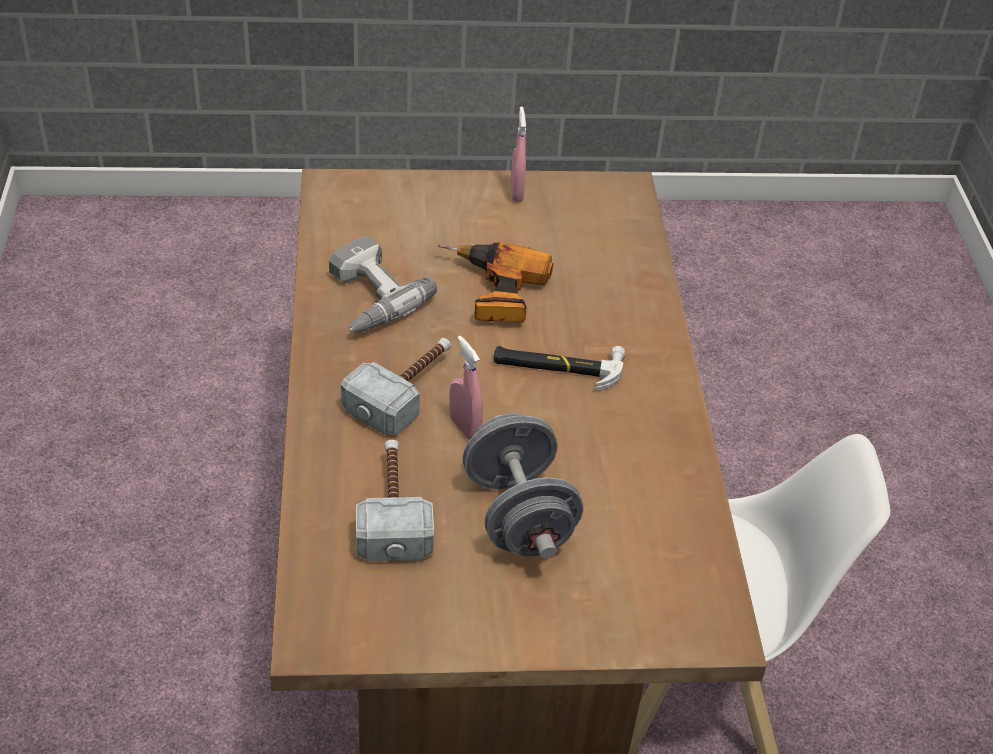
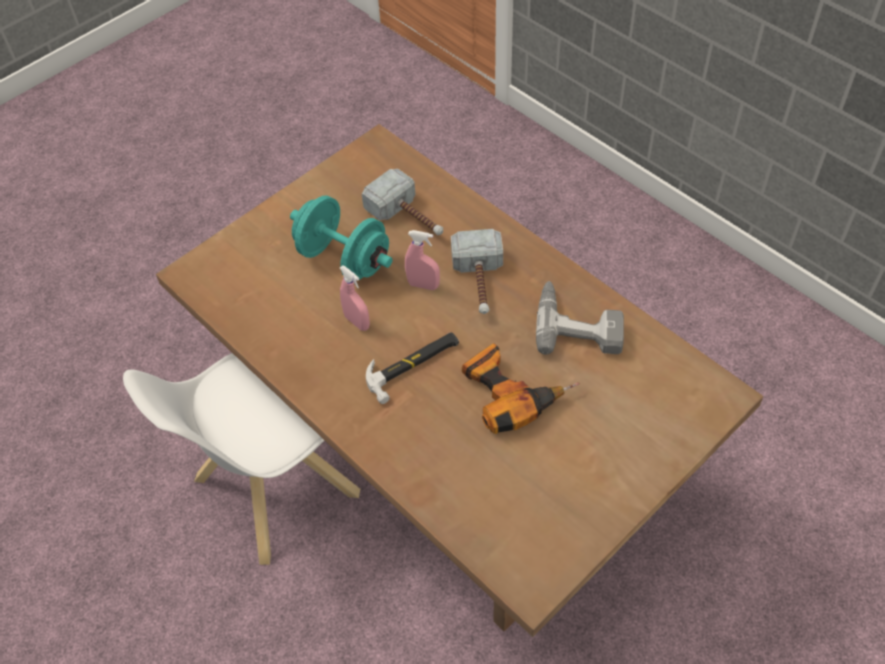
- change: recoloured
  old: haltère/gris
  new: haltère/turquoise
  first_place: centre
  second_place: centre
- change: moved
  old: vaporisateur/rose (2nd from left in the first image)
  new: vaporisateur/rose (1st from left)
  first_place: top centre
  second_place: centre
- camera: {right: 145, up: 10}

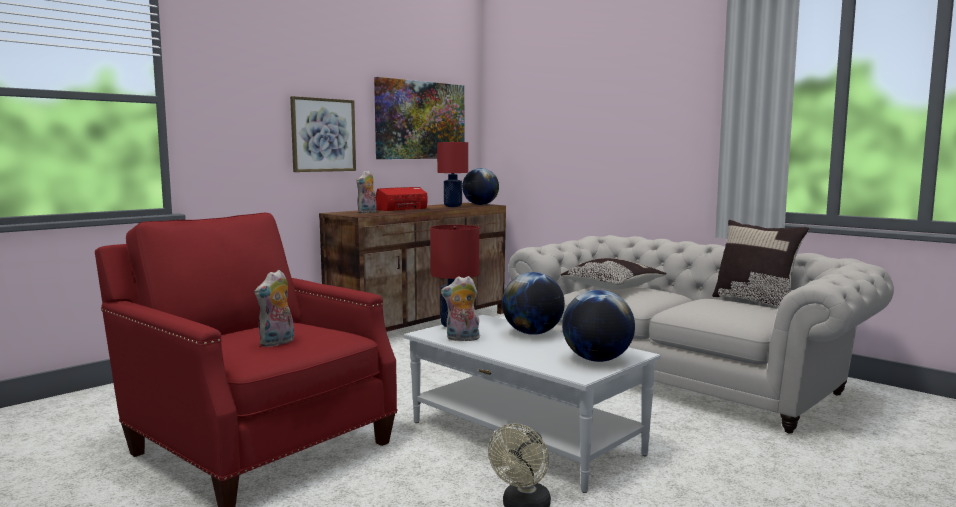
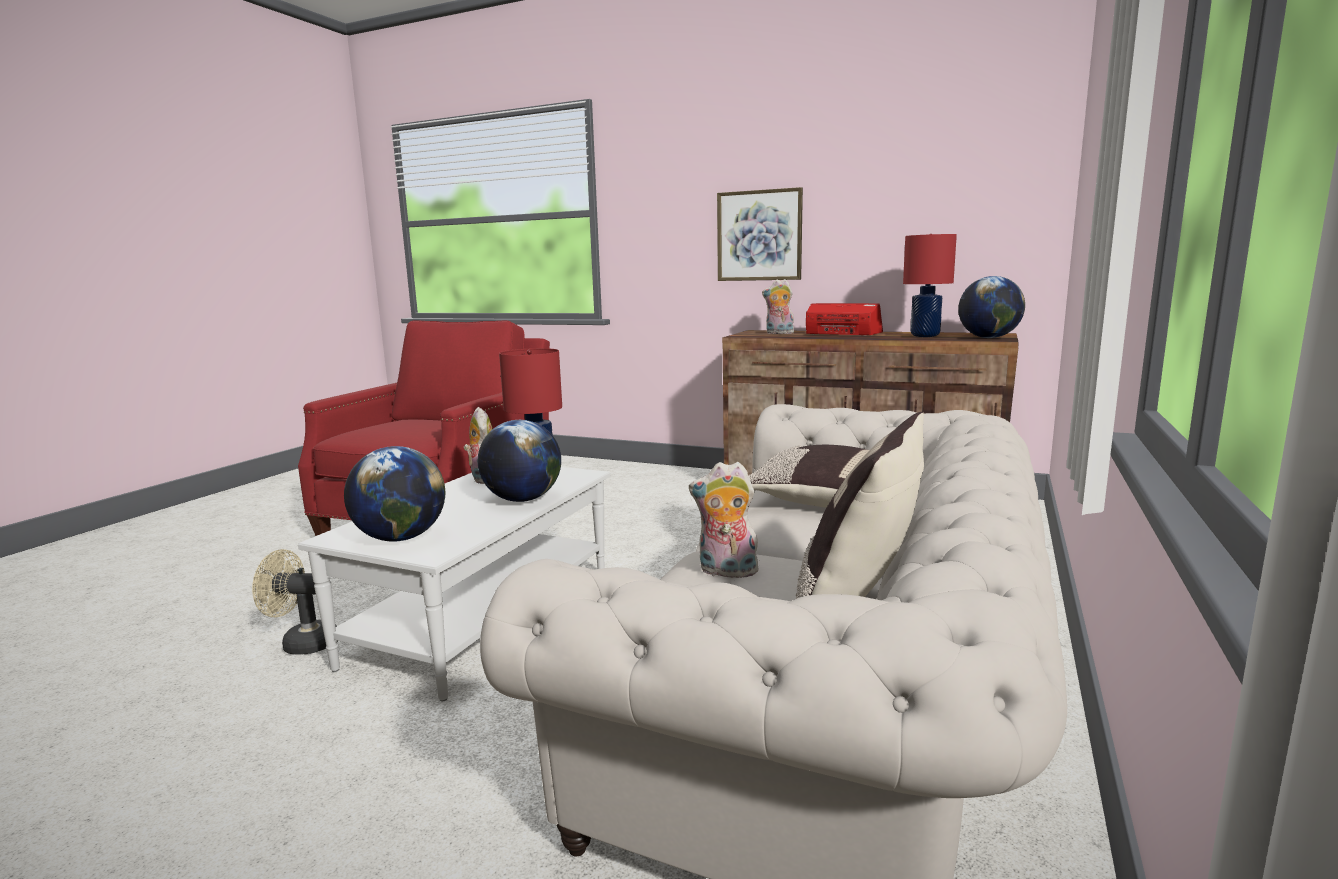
- change: moved
  old: peluche (1st from left in the first image)
  new: peluche (2nd from left)
  first_place: middle left
  second_place: centre
- change: removed
  old: tableau (2nd from left)
  first_place: top centre
- camera: {right: 70, up: 5}

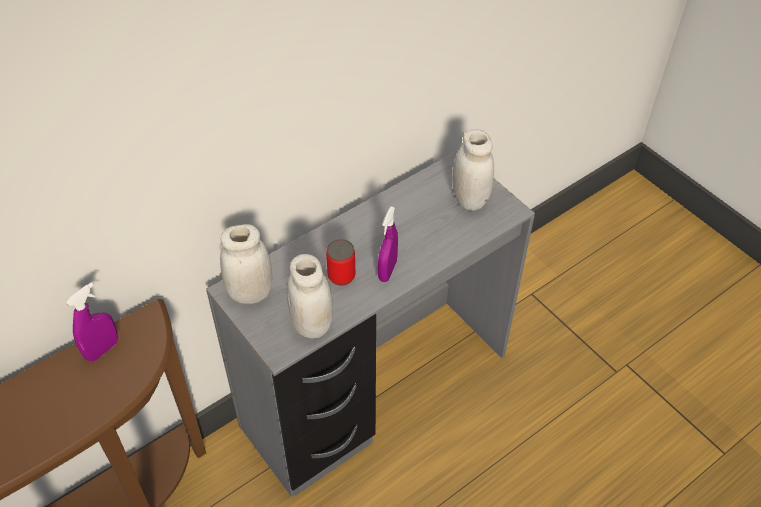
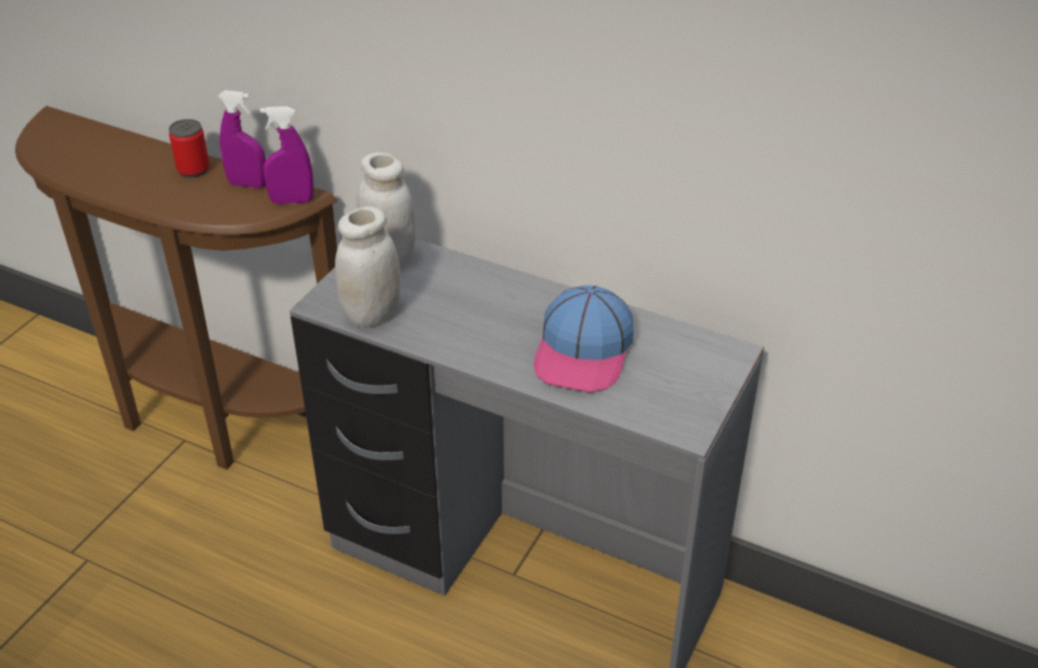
- change: moved
  old: boîte métallique
  first_place: centre
  second_place: top left
- change: moved
  old: vaporisateur/violet (2nd from left)
  first_place: centre
  second_place: top left
- change: removed
  old: bocal/blanc (3rd from left)
  first_place: centre
- change: added
  new: casquette
  second_place: centre
- camera: {right: 65, up: -10}

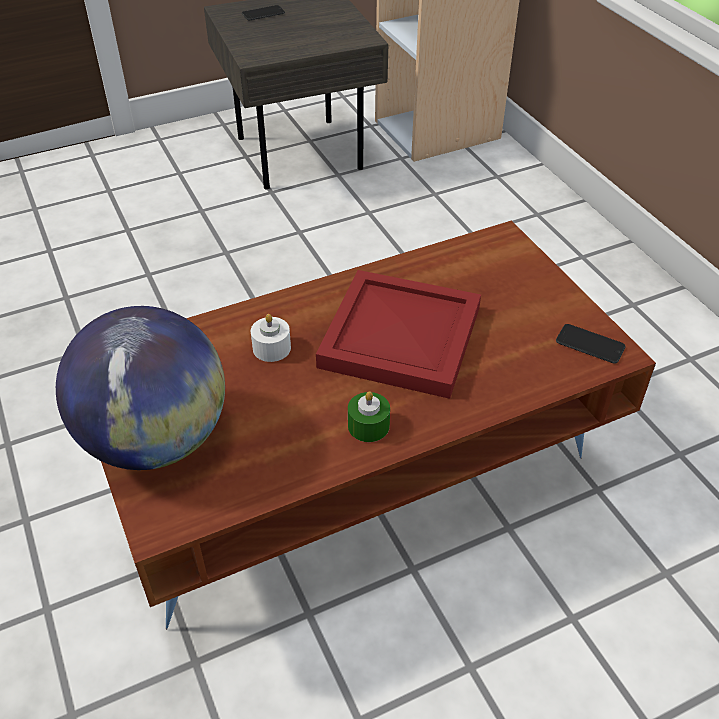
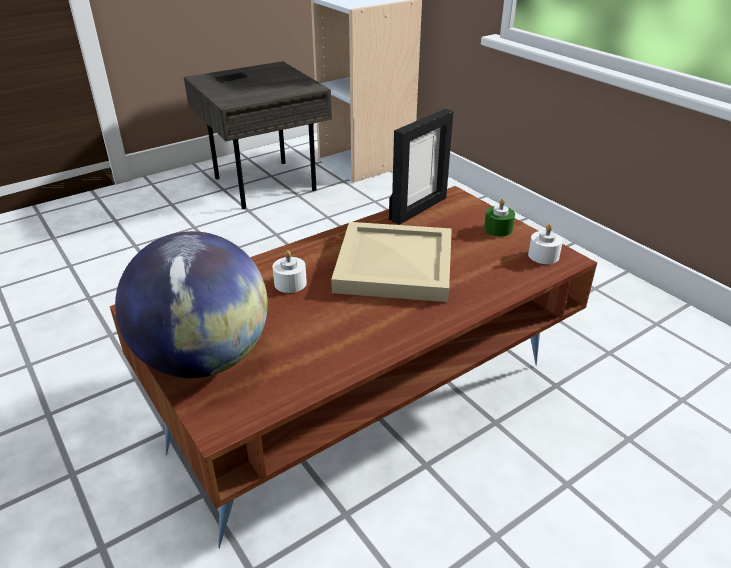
- change: recoloured
  old: plateau/rouge
  new: plateau/beige
  first_place: centre
  second_place: centre
- change: moved
  old: bougie/vert
  first_place: centre
  second_place: middle right
- change: replaced
  old: téléphone (2nd from left)
  new: bougie/blanc (2nd from left)
  first_place: middle right
  second_place: middle right
- change: added
  new: cadre photo
  second_place: top centre
- camera: {right: -10, up: -10}

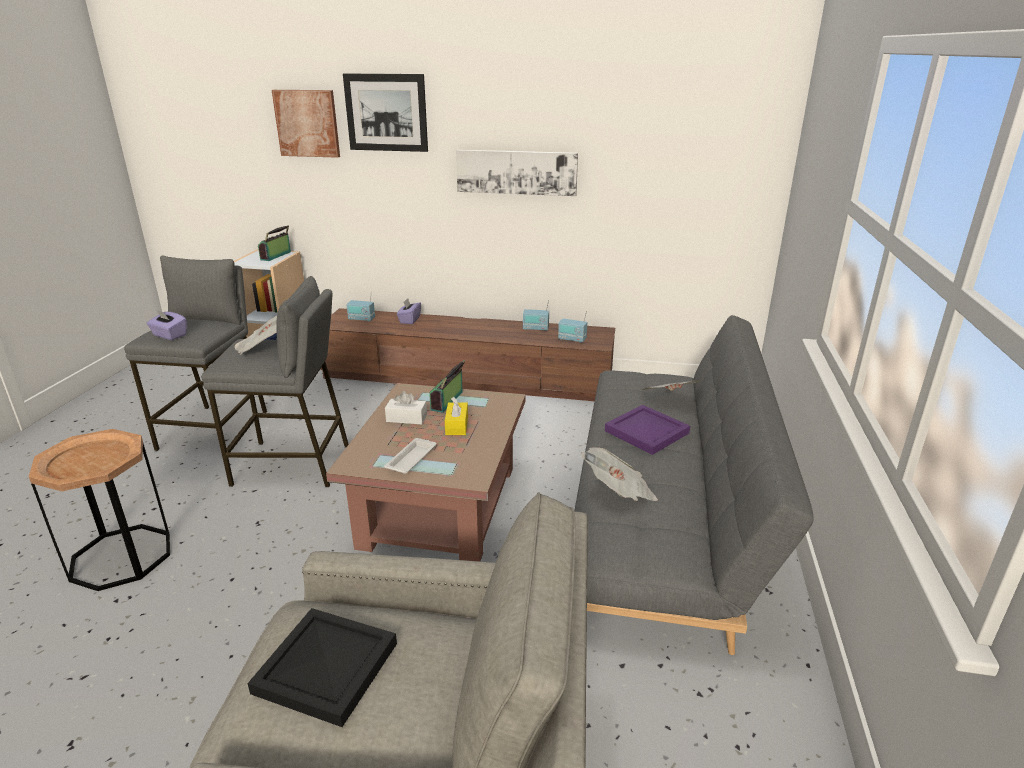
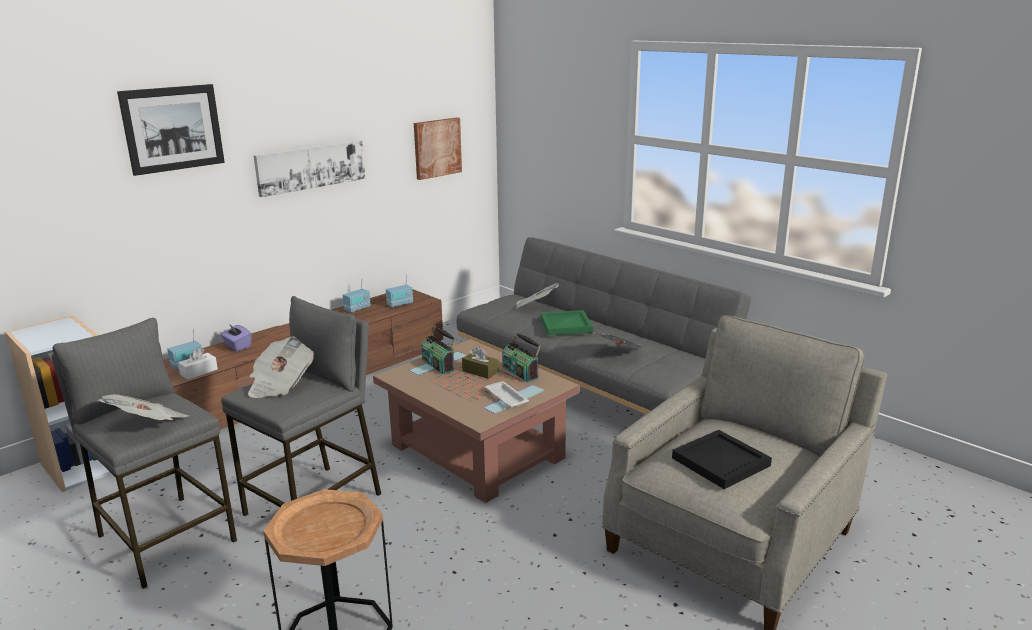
- change: replaced
  old: boîte à mouchoirs/violet (1st from left)
  new: journal (1st from left)
  first_place: middle left
  second_place: middle left
- change: moved
  old: radio (1st from left in the first image)
  new: radio (5th from left)
  first_place: top left
  second_place: centre
- change: moved
  old: tableau (1st from left in the first image)
  new: tableau (3rd from left)
  first_place: top left
  second_place: top centre
- change: moved
  old: boîte à mouchoirs/blanc
  first_place: centre
  second_place: middle left
- change: recoloured
  old: boîte à mouchoirs/jaune
  new: boîte à mouchoirs/marron
  first_place: centre
  second_place: centre
- change: recoloured
  old: plateau/violet
  new: plateau/vert
  first_place: centre
  second_place: centre
- camera: {right: -55, up: -5}

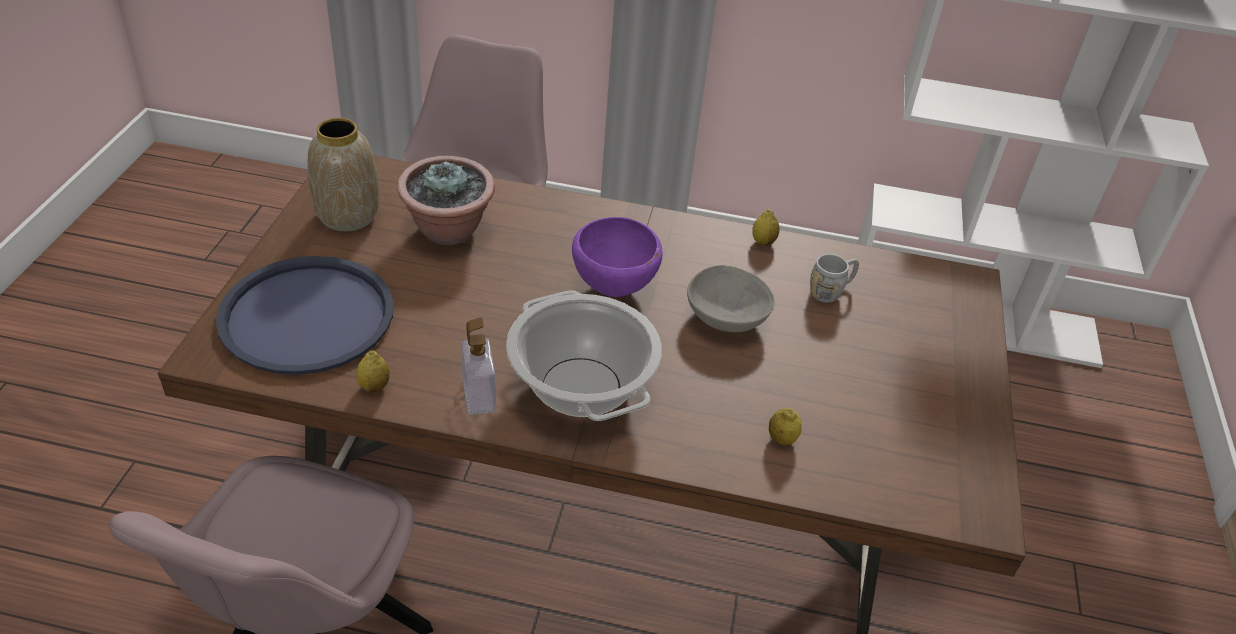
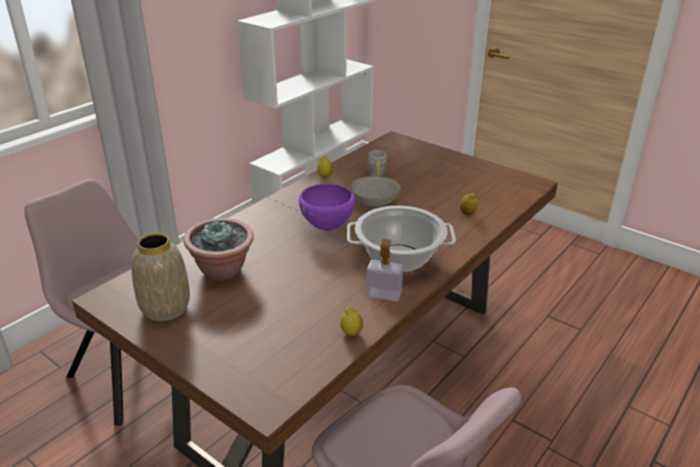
- change: removed
  old: plateau/bleu
  first_place: middle left
- camera: {right: -60, up: -10}

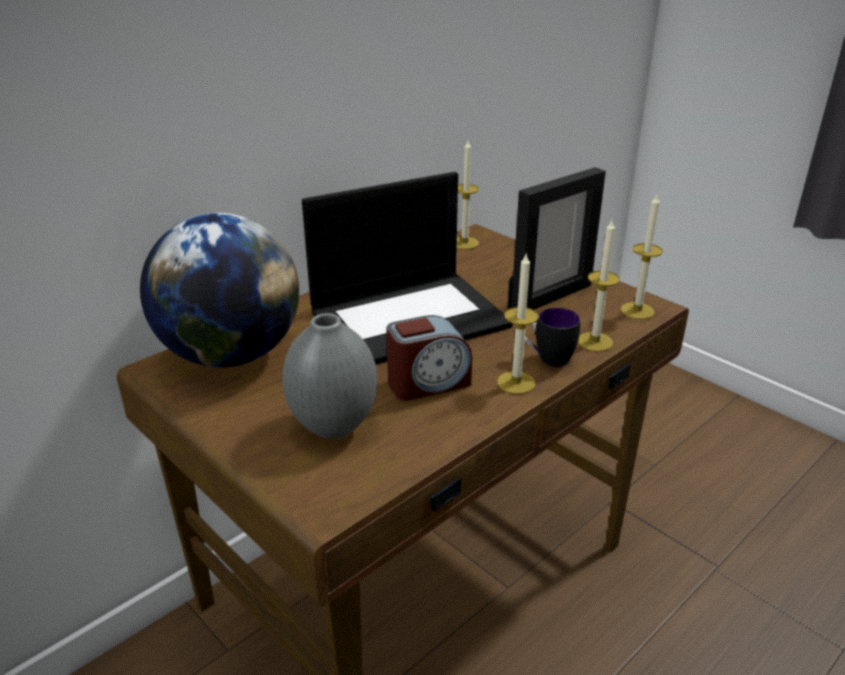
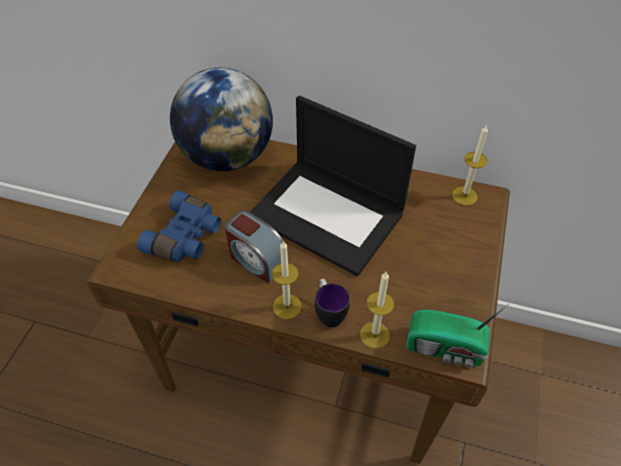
- change: replaced
  old: vase/gris
  new: jumelles/bleu
  first_place: centre
  second_place: middle left
- change: removed
  old: cadre photo
  first_place: centre
- change: replaced
  old: bougie (4th from left)
  new: radio
  first_place: middle right
  second_place: bottom right
- camera: {right: 60, up: 20}

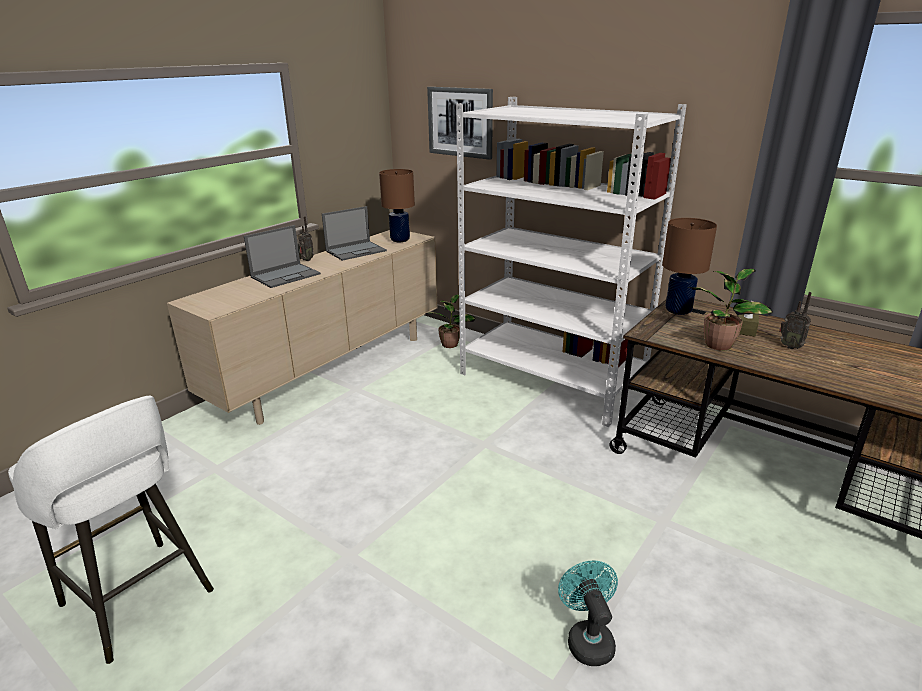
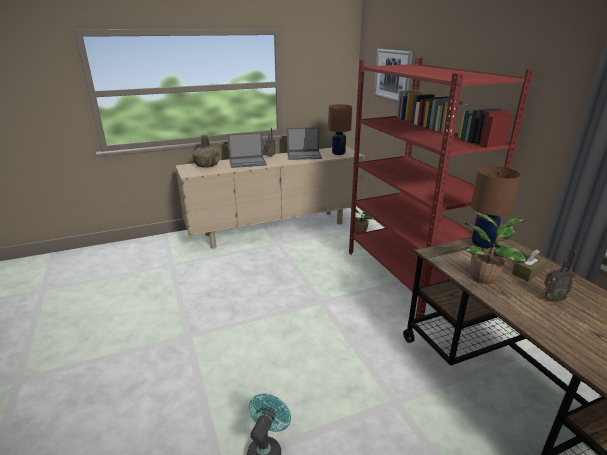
- change: removed
  old: tabouret/blanc
  first_place: bottom left
- change: recoloured
  old: bibliothèque/blanc
  new: bibliothèque/rouge
  first_place: centre
  second_place: middle right
- change: turned
  old: radio (2nd from left)
  first_place: middle right
  second_place: middle right
  degrees: -75
- change: added
  new: bouteille/vert
  second_place: top centre
- camera: {right: 30, up: 0}

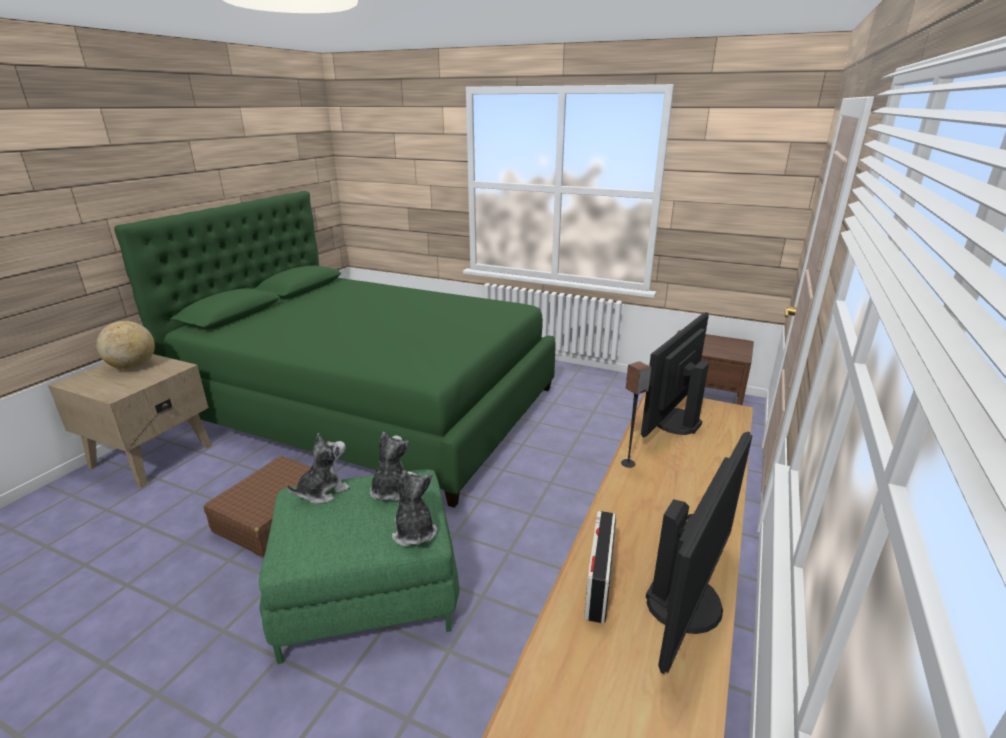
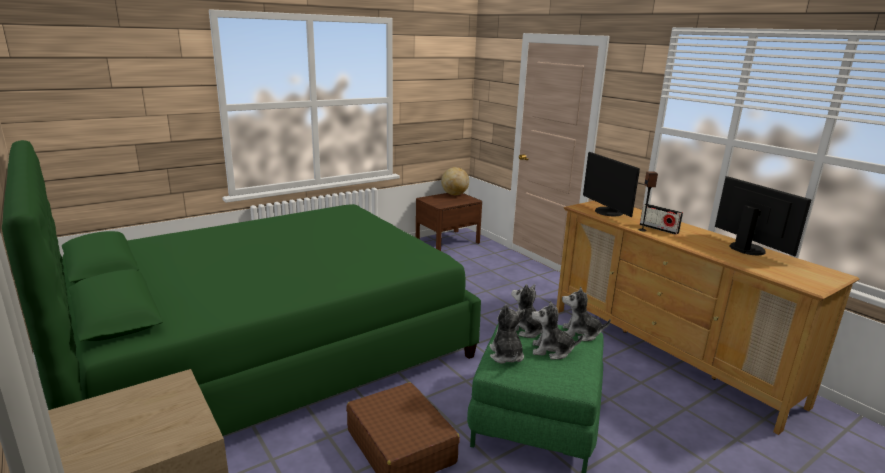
- change: moved
  old: globe
  first_place: middle left
  second_place: centre
- change: moved
  old: radio
  first_place: bottom centre
  second_place: middle right
- change: added
  new: peluche (3rd from left)
  second_place: bottom centre
- camera: {right: -60, up: -5}

